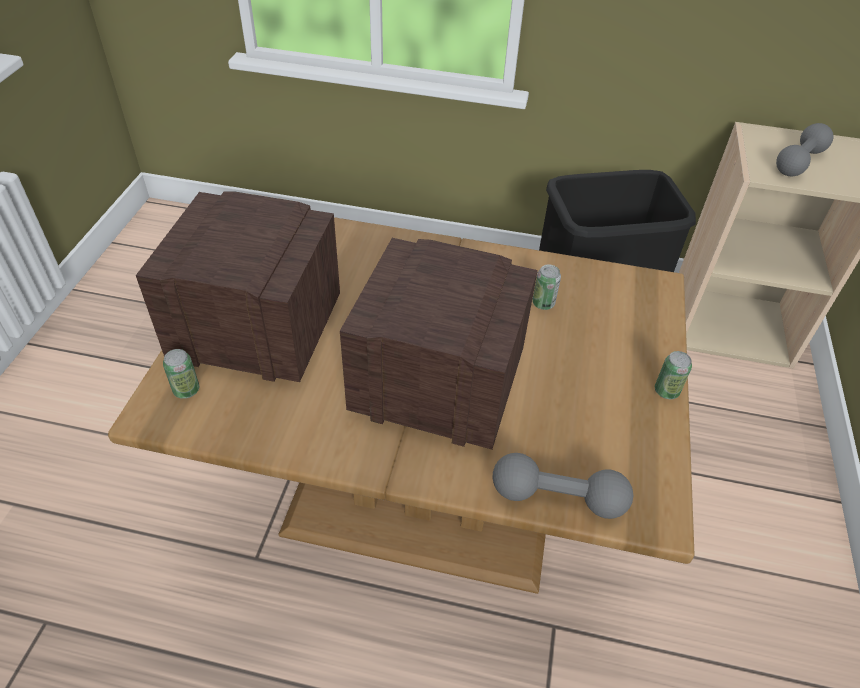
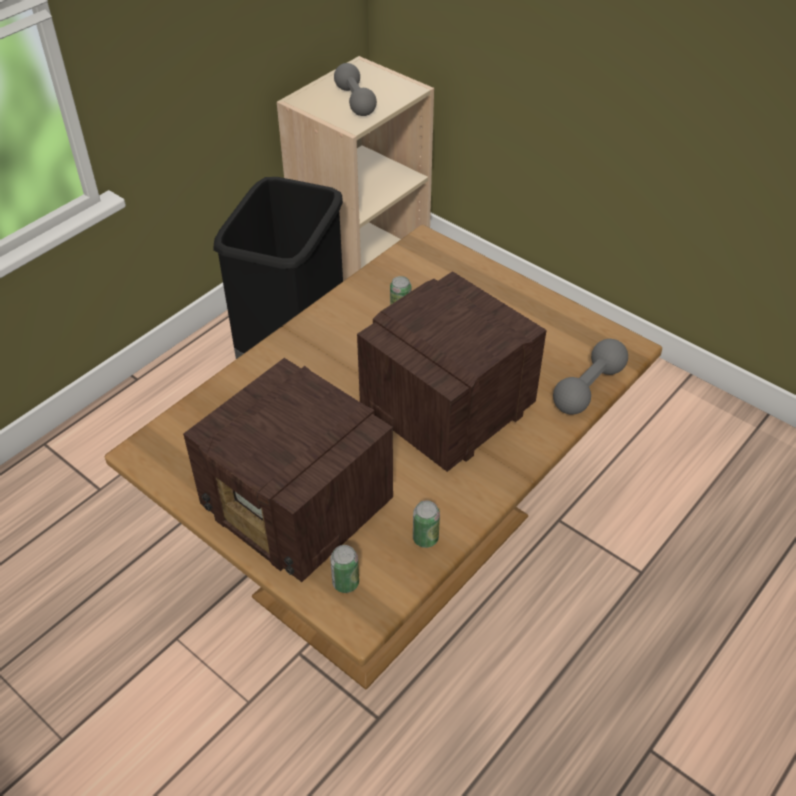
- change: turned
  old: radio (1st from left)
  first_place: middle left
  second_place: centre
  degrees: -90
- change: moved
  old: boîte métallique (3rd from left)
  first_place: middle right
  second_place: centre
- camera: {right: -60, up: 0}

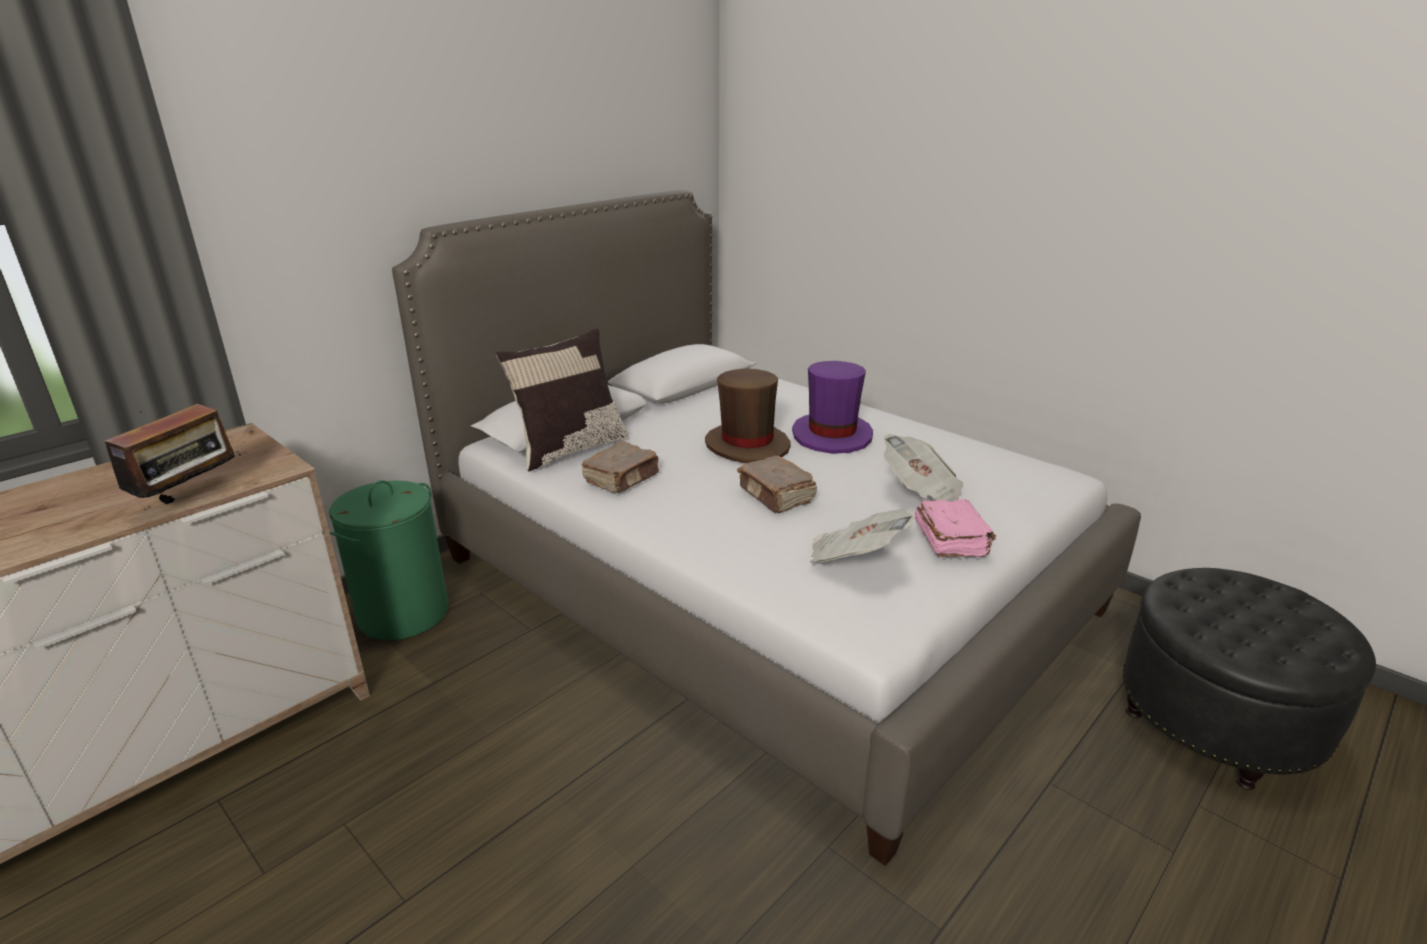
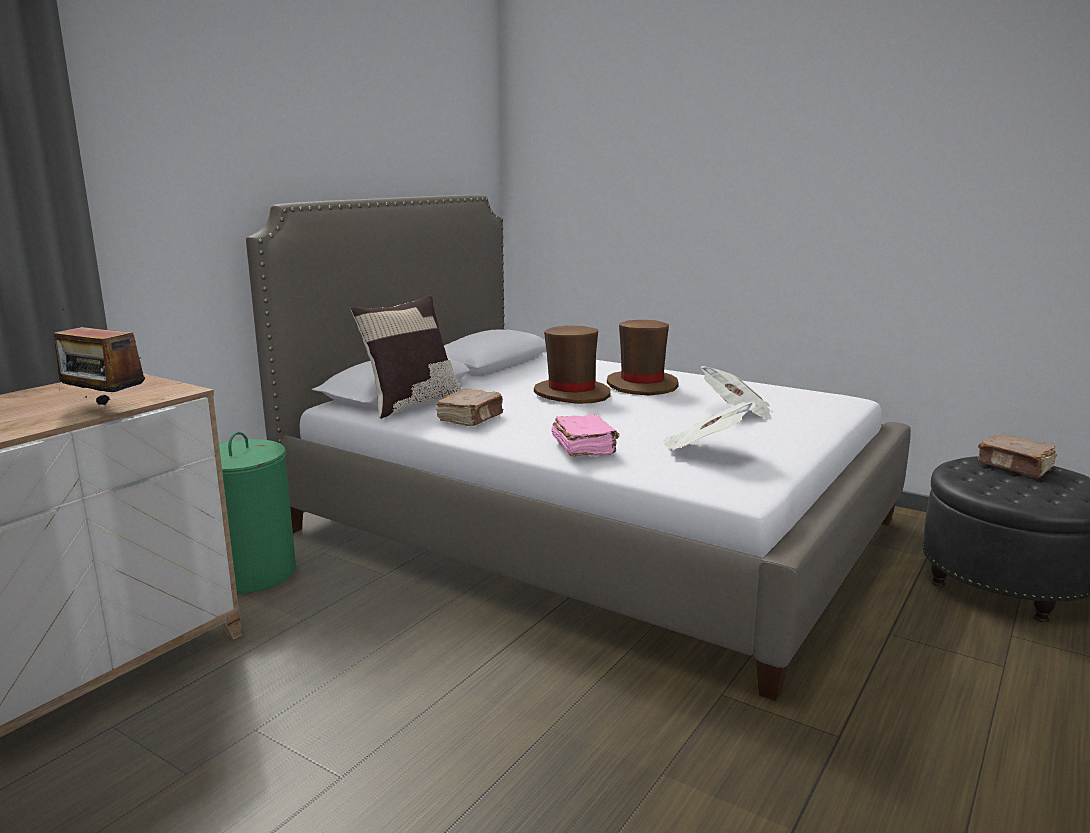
- change: turned
  old: radio
  first_place: middle left
  second_place: middle left
  degrees: 105
- change: moved
  old: livre/marron (2nd from left)
  first_place: centre
  second_place: middle right
- change: recoloured
  old: chapeau/violet
  new: chapeau/marron (2nd from left)
  first_place: centre
  second_place: centre
- change: moved
  old: livre/rose
  first_place: middle right
  second_place: centre
- camera: {right: -10, up: -10}

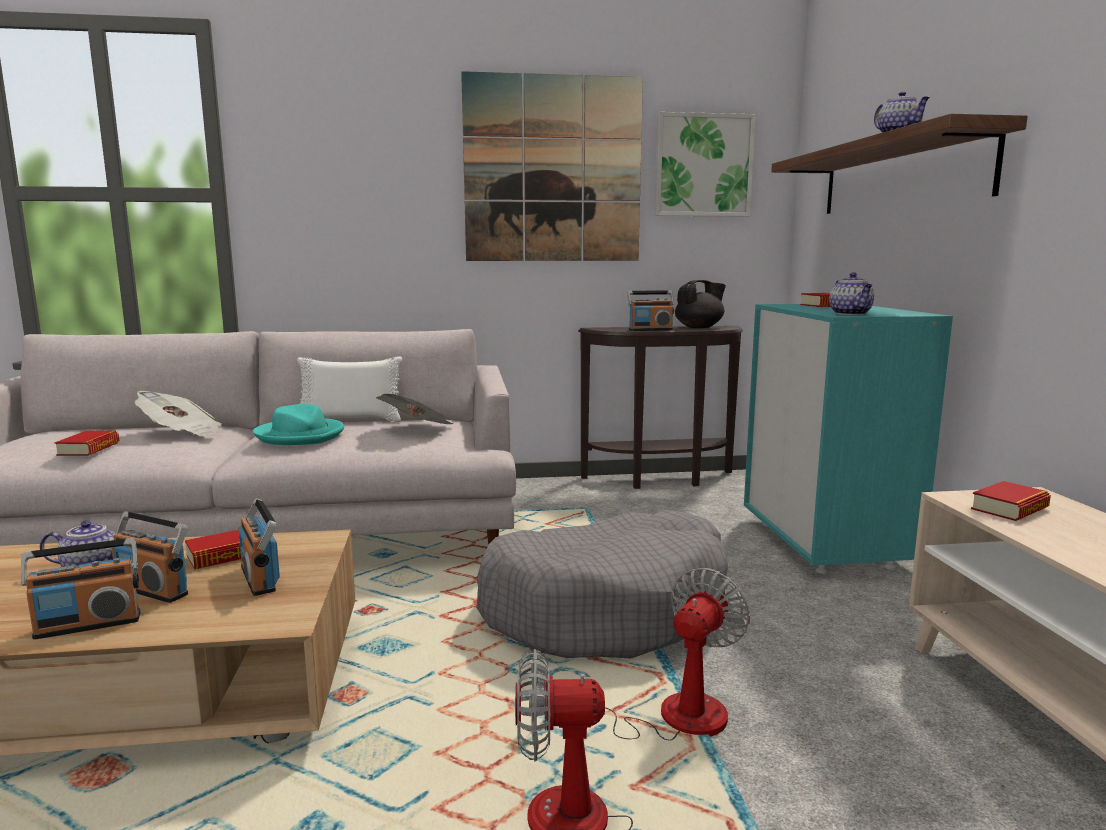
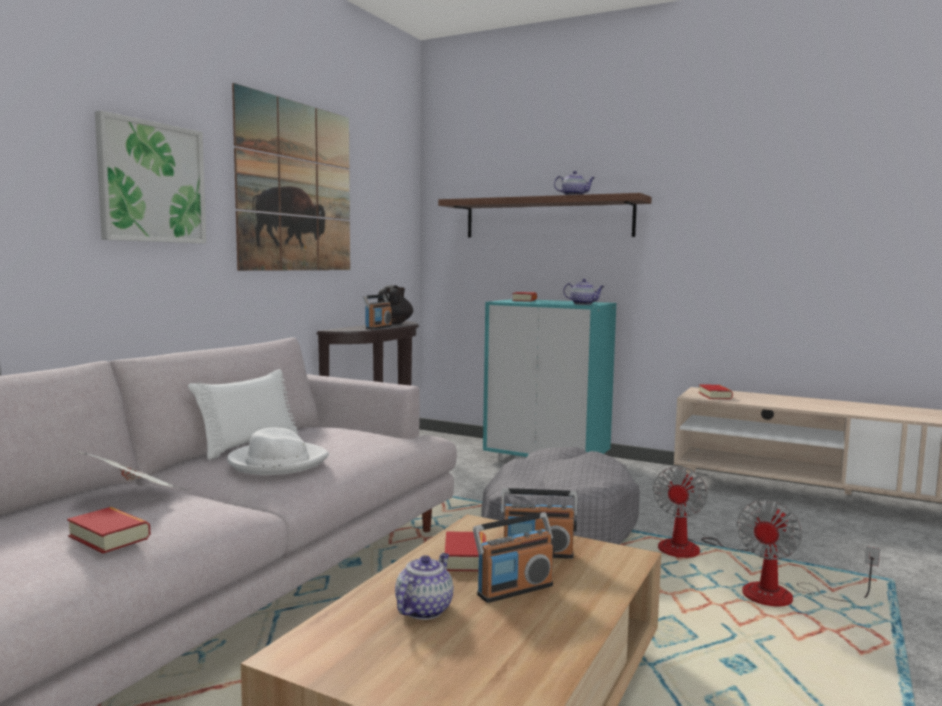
- change: removed
  old: radio (1st from left)
  first_place: bottom left
- change: recoloured
  old: chapeau/turquoise
  new: chapeau/blanc
  first_place: middle left
  second_place: middle left
- change: removed
  old: journal (2nd from left)
  first_place: centre
- change: turned
  old: ventilateur (2nd from left in the first image)
  first_place: bottom centre
  second_place: bottom right
  degrees: -135
- change: moved
  old: tableau (2nd from left in the first image)
  new: tableau (1st from left)
  first_place: top centre
  second_place: top left
- camera: {right: -55, up: -5}

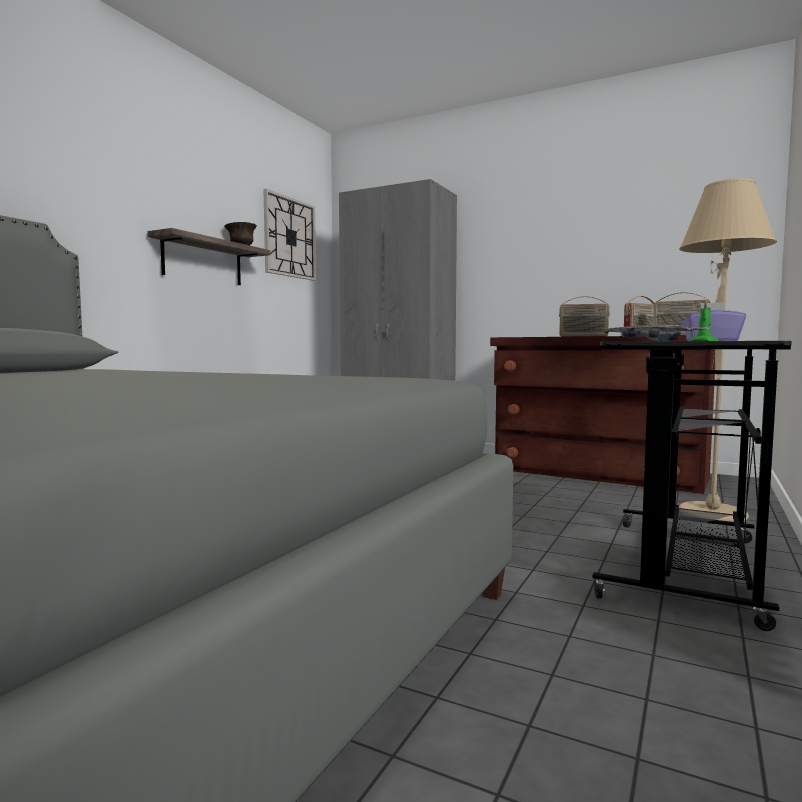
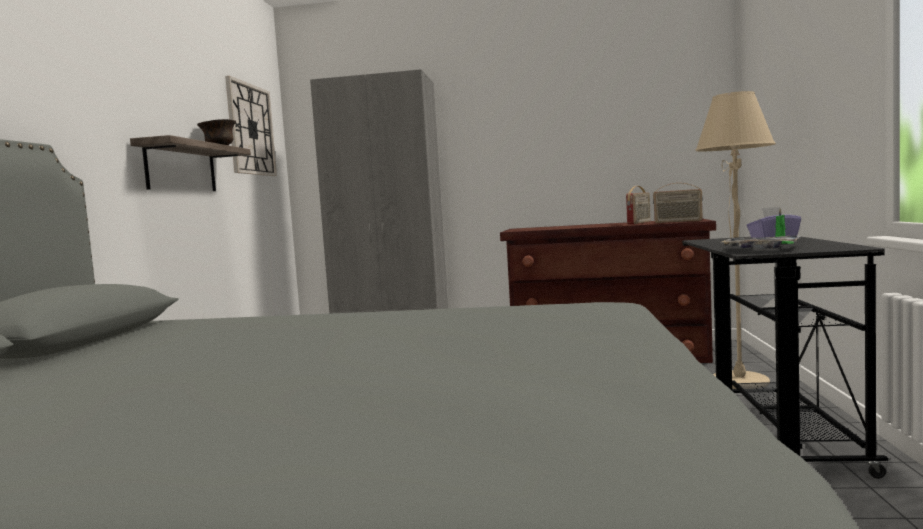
- change: removed
  old: radio (1st from left)
  first_place: middle right
- camera: {right: -20, up: 0}

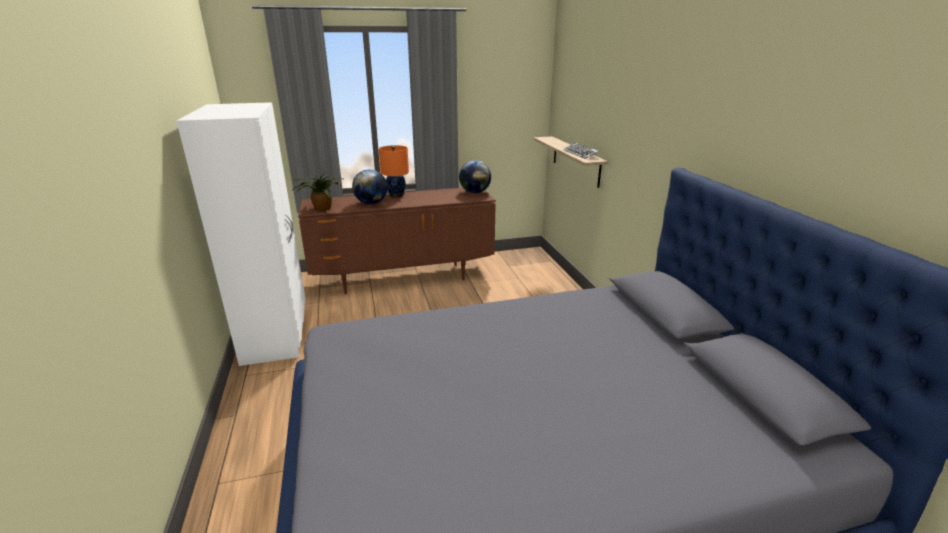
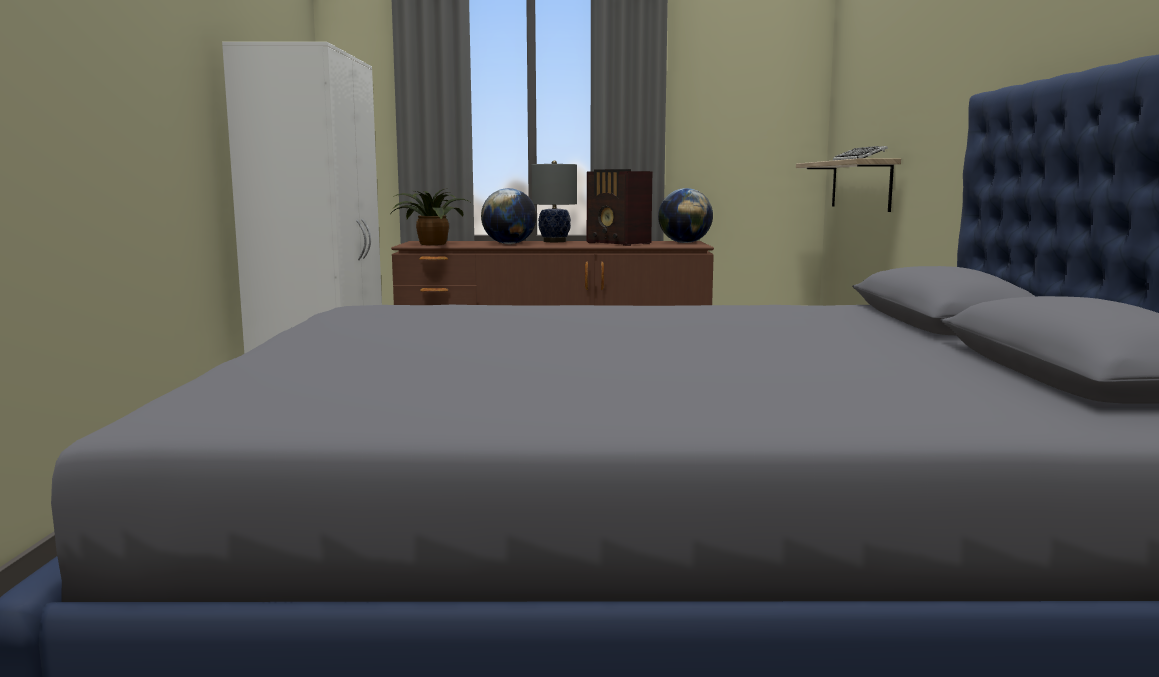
- change: recoloured
  old: lampe de table/orange
  new: lampe de table/gris
  first_place: top centre
  second_place: top centre
- change: added
  new: radio
  second_place: top centre
- camera: {right: 15, up: -15}

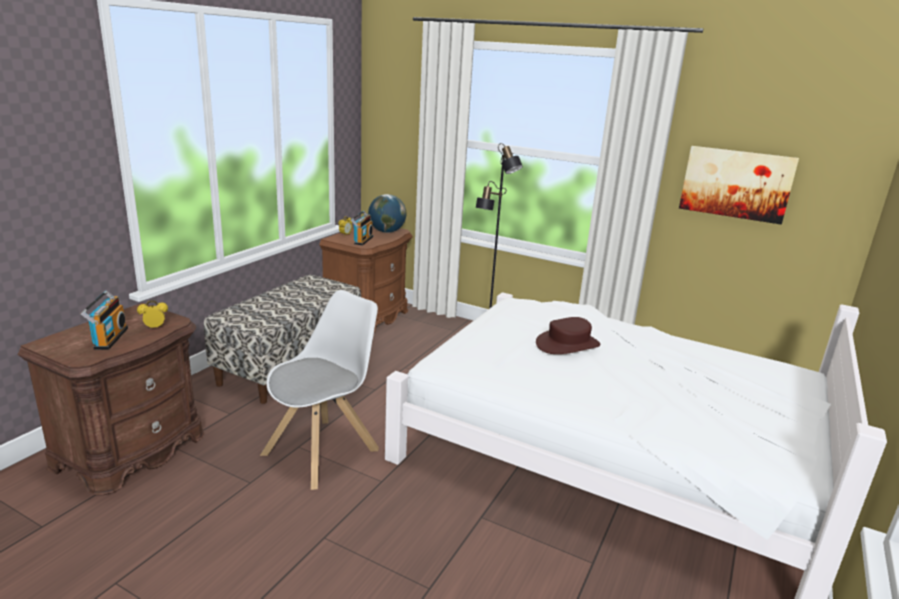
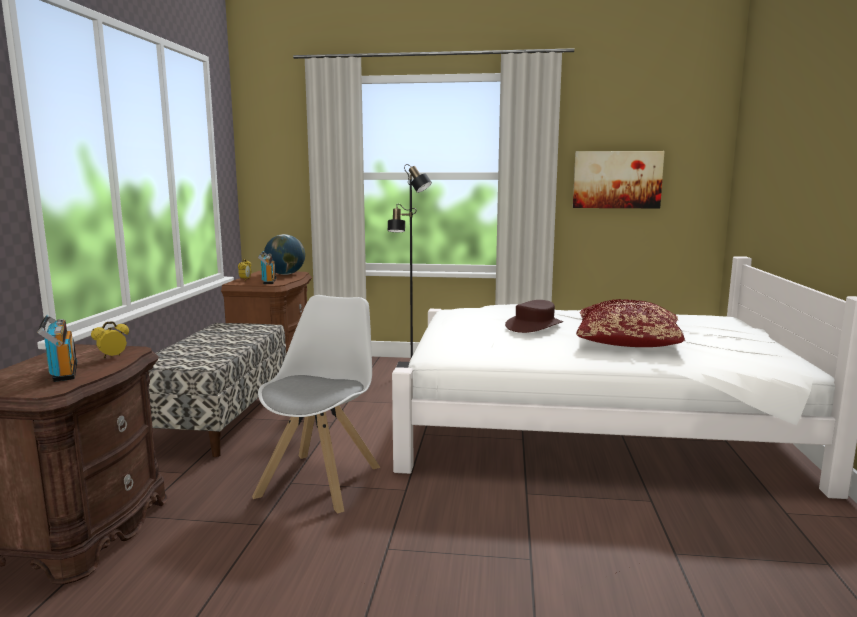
- change: added
  new: coussin/rouge
  second_place: middle right
- camera: {right: -20, up: -10}

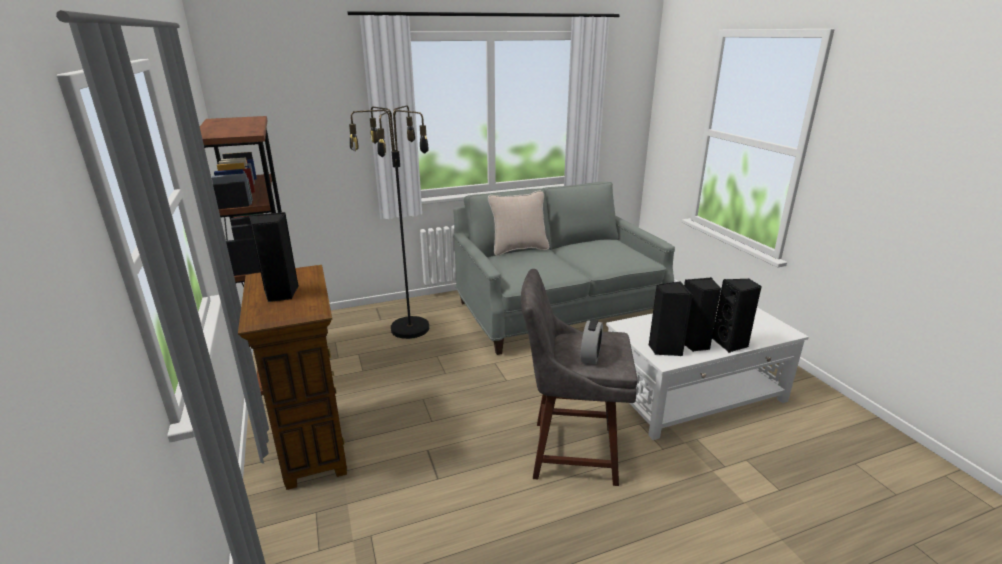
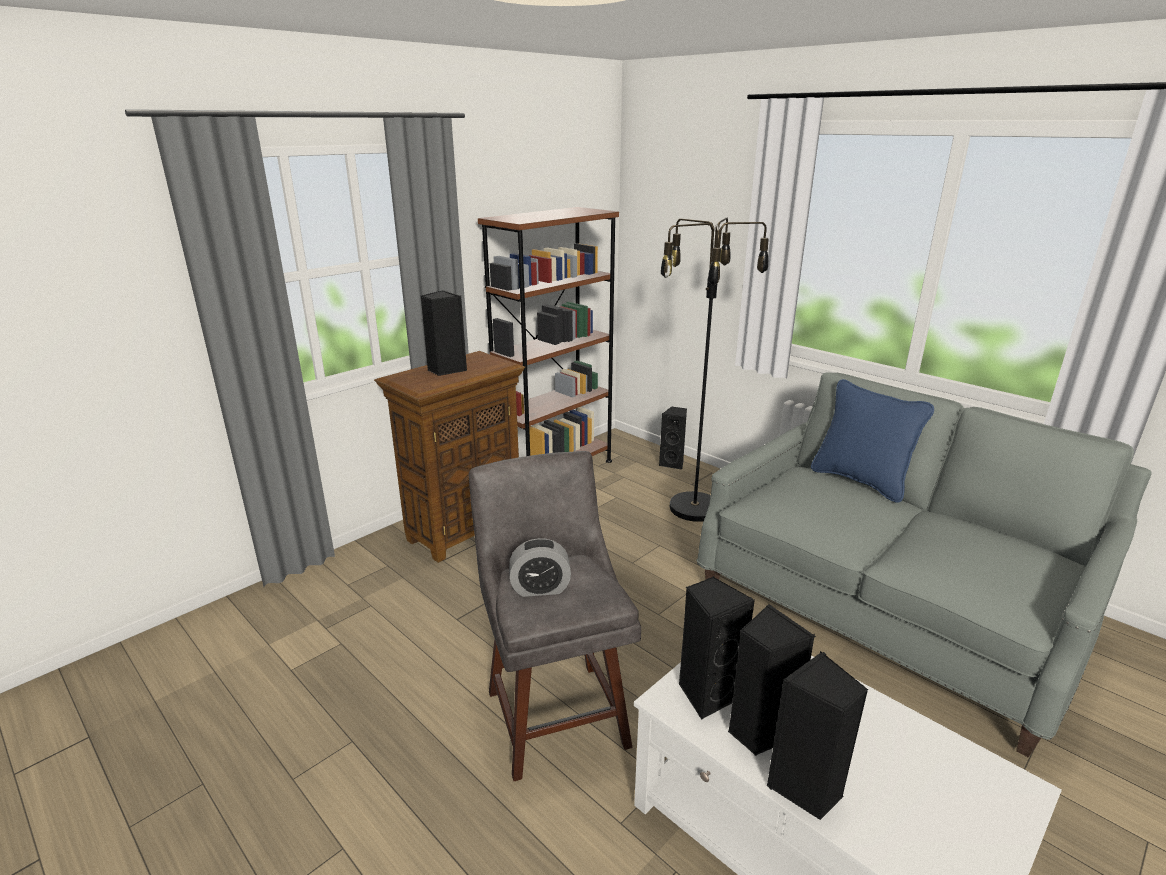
- change: recoloured
  old: coussin/beige
  new: coussin/bleu
  first_place: centre
  second_place: middle right
- change: added
  new: enceinte/noir (2nd from left)
  second_place: centre
- camera: {right: 65, up: 0}

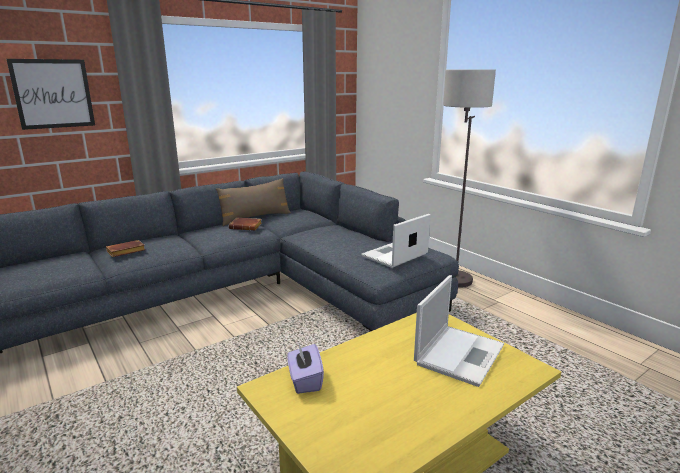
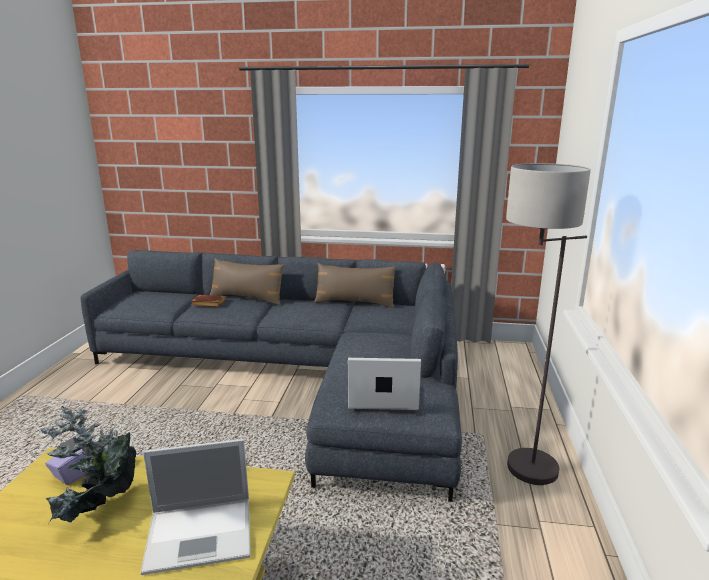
- change: removed
  old: tableau
  first_place: top left
- change: removed
  old: livre/marron (2nd from left)
  first_place: centre
- change: added
  new: plante en pot
  second_place: bottom left
- change: added
  new: coussin/marron (1st from left)
  second_place: centre
- camera: {right: 45, up: 0}

